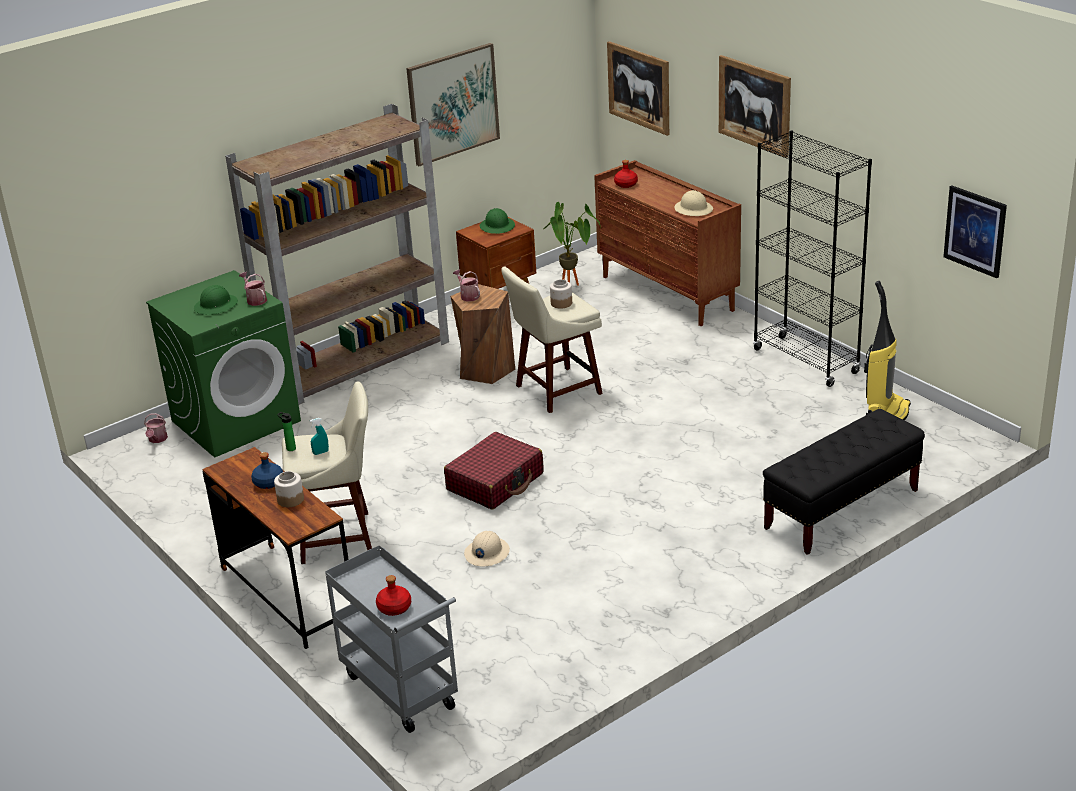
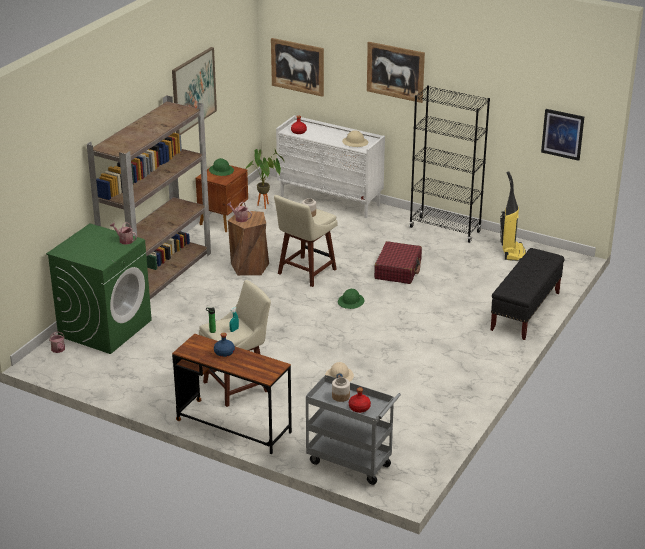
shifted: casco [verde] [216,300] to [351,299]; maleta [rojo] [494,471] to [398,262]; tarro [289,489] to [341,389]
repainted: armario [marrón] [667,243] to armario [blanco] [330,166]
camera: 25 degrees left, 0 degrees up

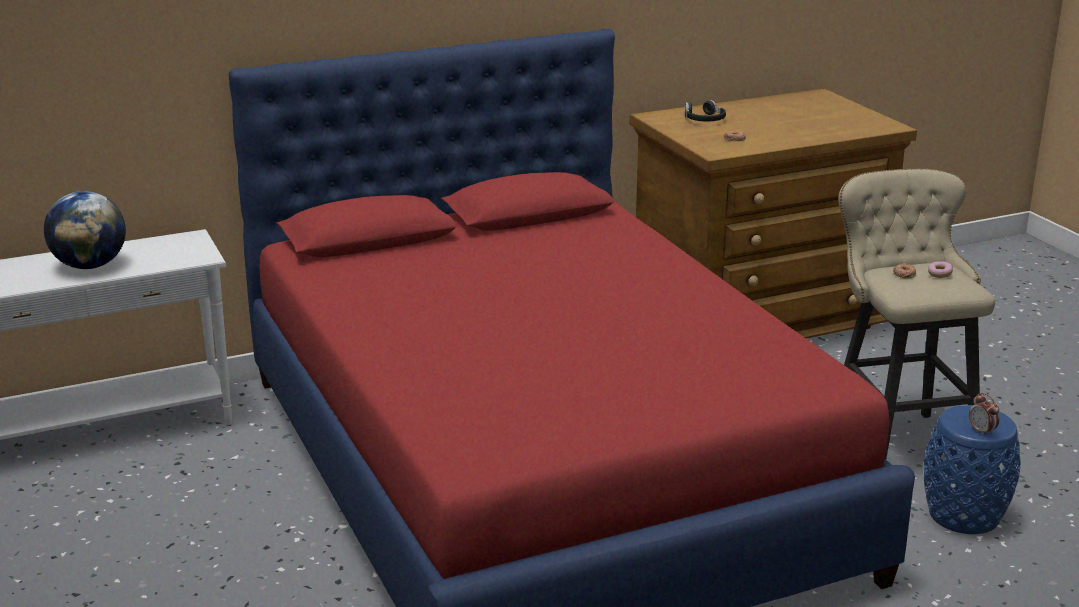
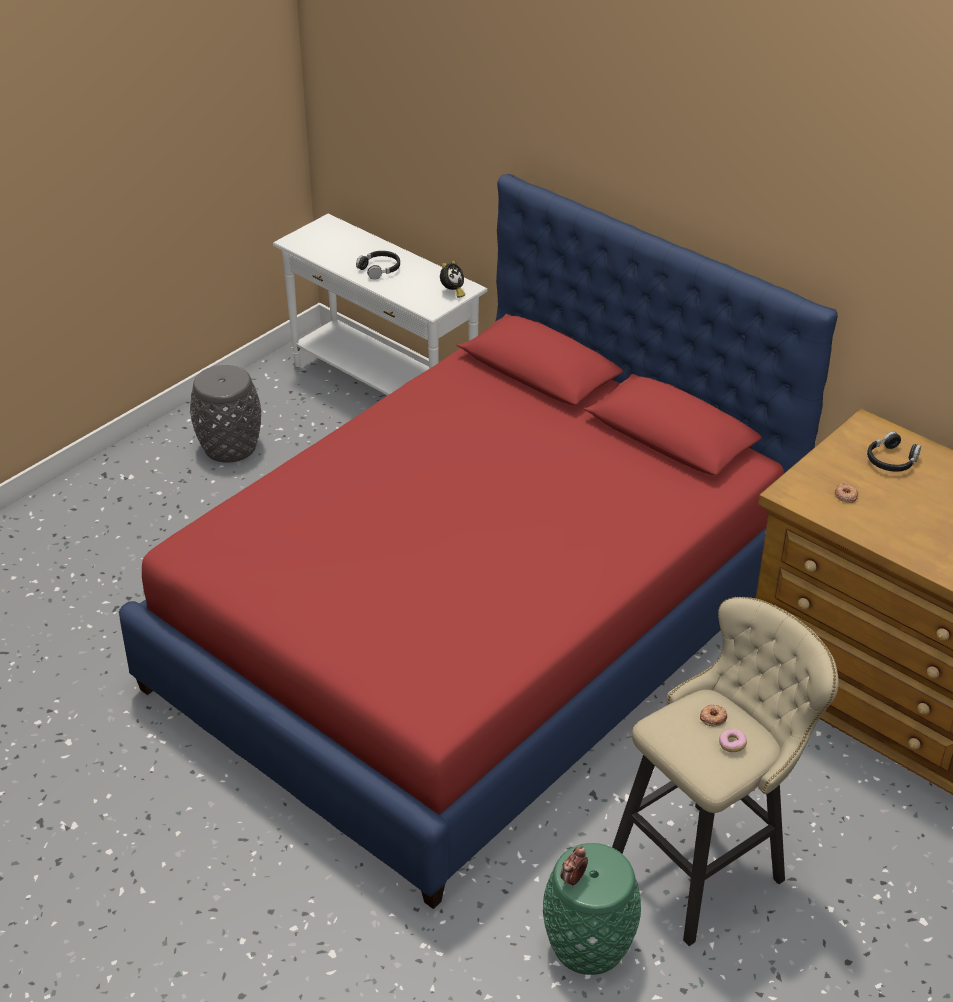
new: despertador [453,279]; taburete [gris] [225,414]
swapped: globo terráqueo [85,230] to auriculares [negro] [378,265]
repainted: taburete [azul] [972,469] to taburete [verde] [592,909]
camera: 65 degrees right, 15 degrees up

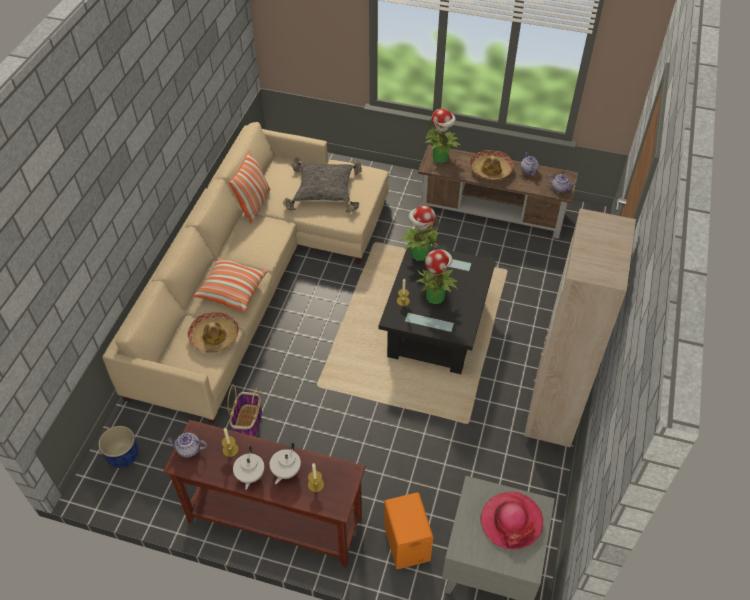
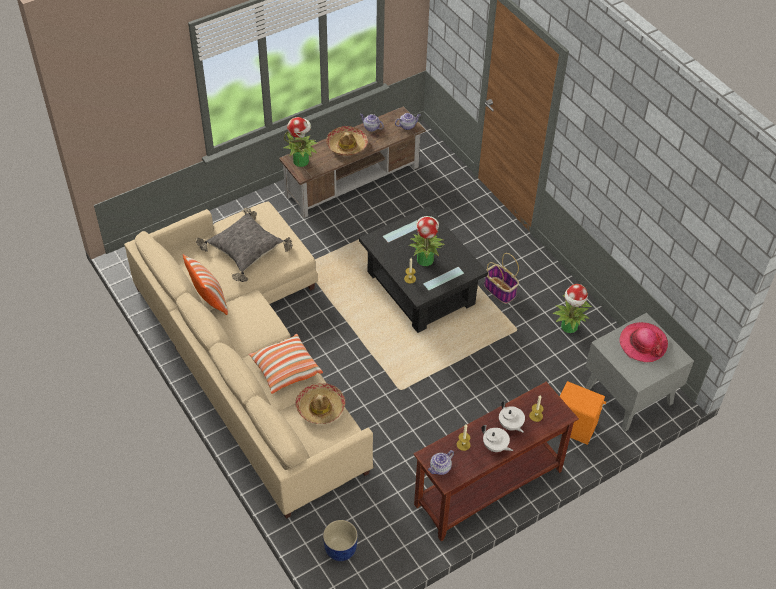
gone: armario [beis] [580,327]
shifted: planta en maceta [420,233] to [572,308]; cesta [244,411] to [501,278]
camera: 50 degrees left, 0 degrees up

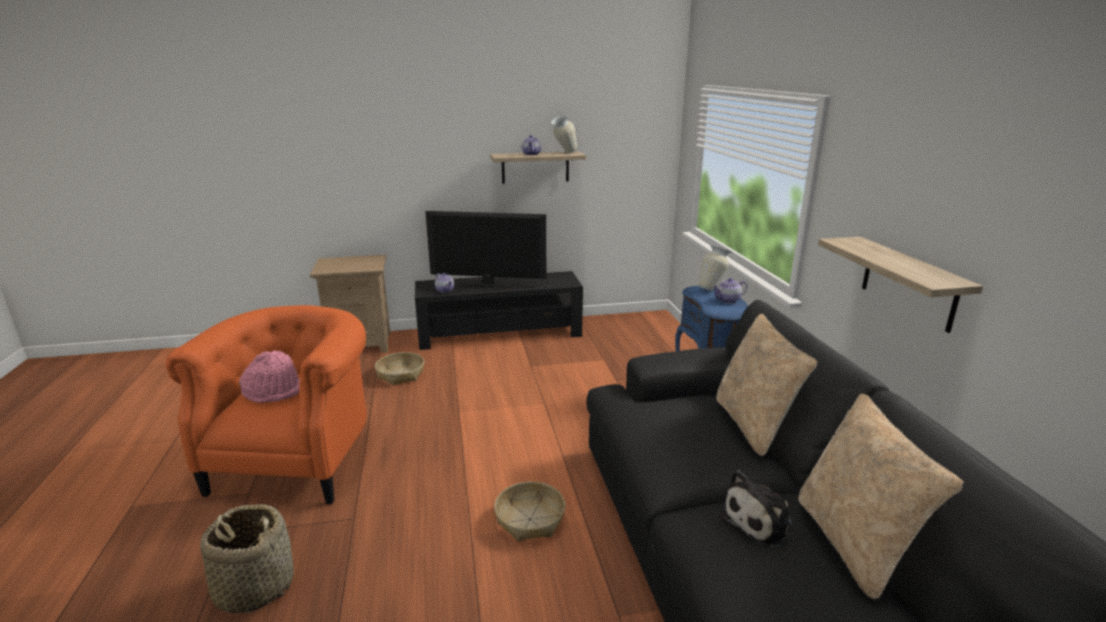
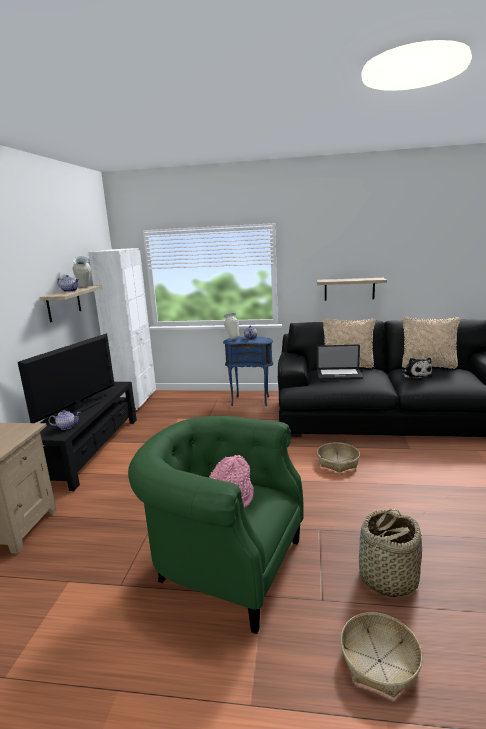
new: armario [blanco] [122,329]; portátil [340,362]
shifted: cesta [399,368] to [382,654]
repainted: sillón [naranja] [266,404] to sillón [verde] [216,525]
camera: 70 degrees left, 5 degrees down

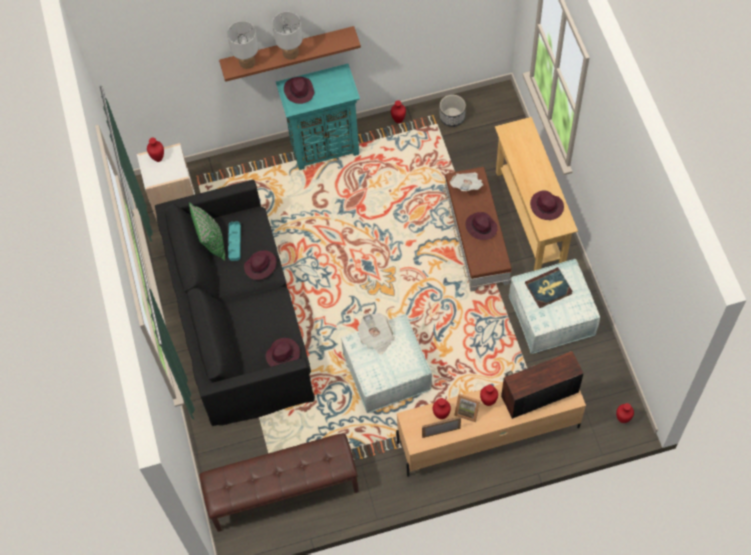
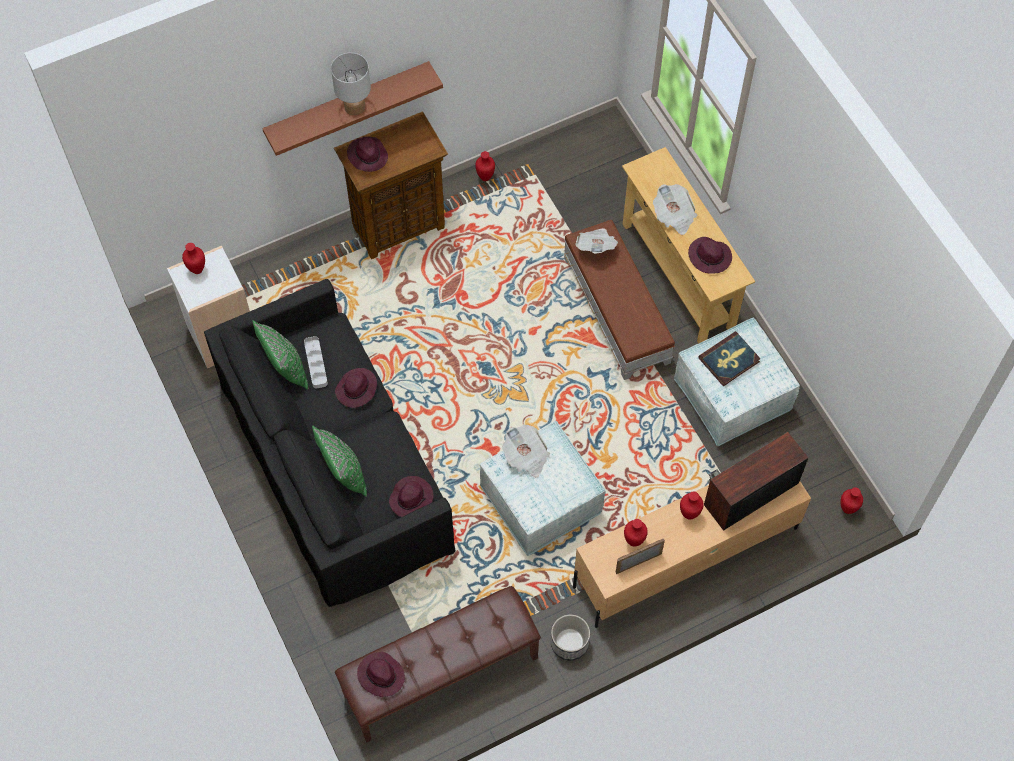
gone: lámpara de mesa [gris] [242,45]; portarretratos [467,408]
new: periódico [675,209]; cojín [verde] [339,461]
shifted: maceta [452,111] to [570,637]; sombrero [morado] [481,226] to [381,674]
repainted: armario [turquesa] [318,117] to armario [marrón] [391,185]; bandeja [turquesa] [234,241] to bandeja [gris] [316,362]
camera: 15 degrees left, 0 degrees up

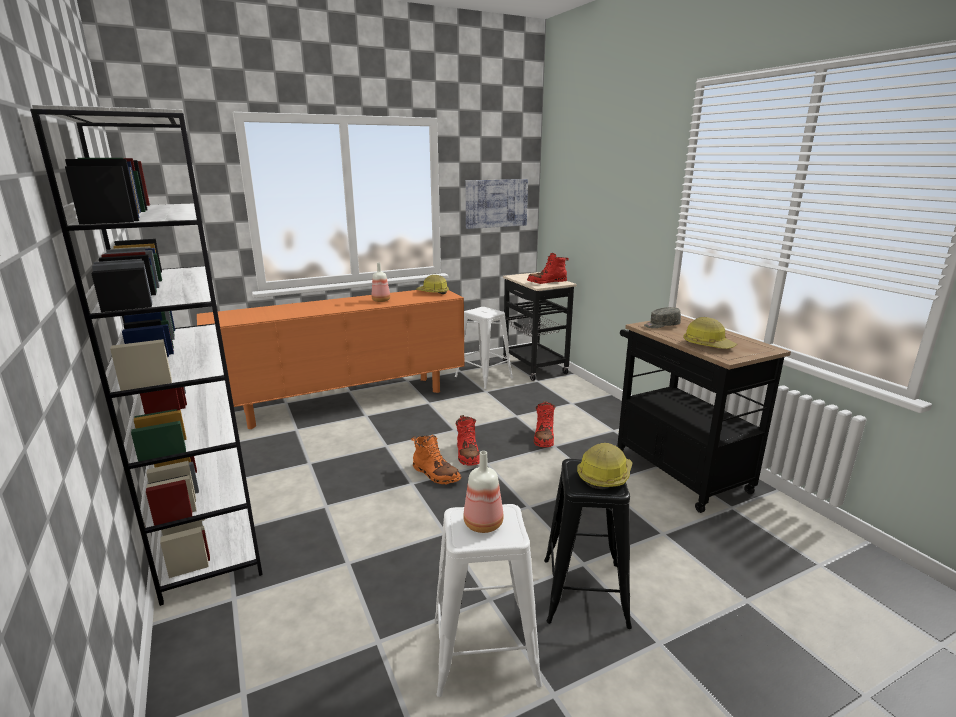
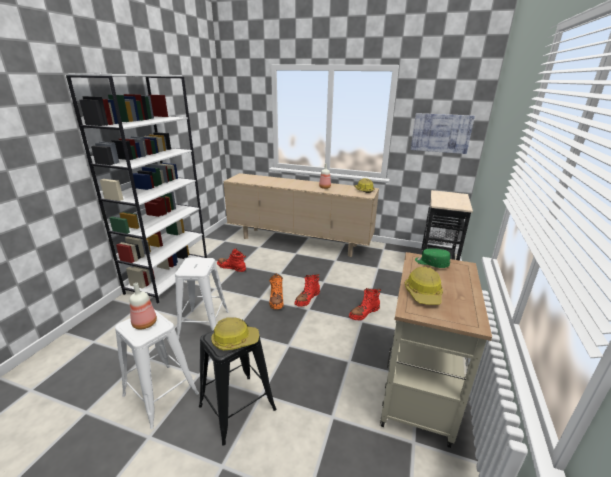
shifted: bota [rojo] [548,268] to [231,260]; taburete [blanco] [484,348] to [202,298]
repainted: armario [naranja] [330,359] to armario [beis] [301,215]; gorra [gris] [662,317] to gorra [verde] [432,258]; carrito [negro] [704,414] to carrito [beis] [436,350]
camera: 45 degrees right, 5 degrees up

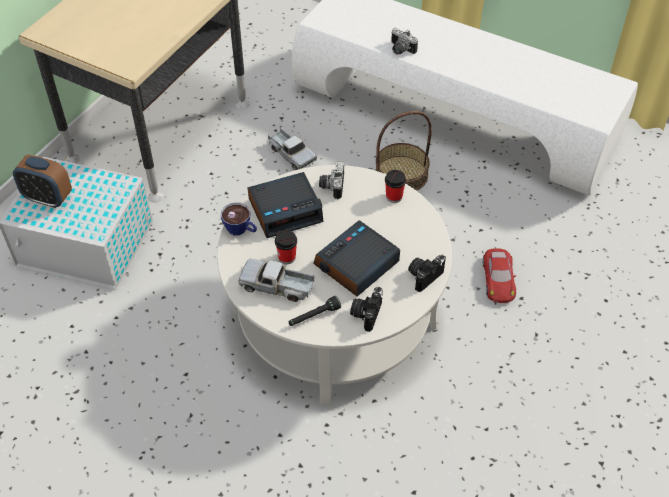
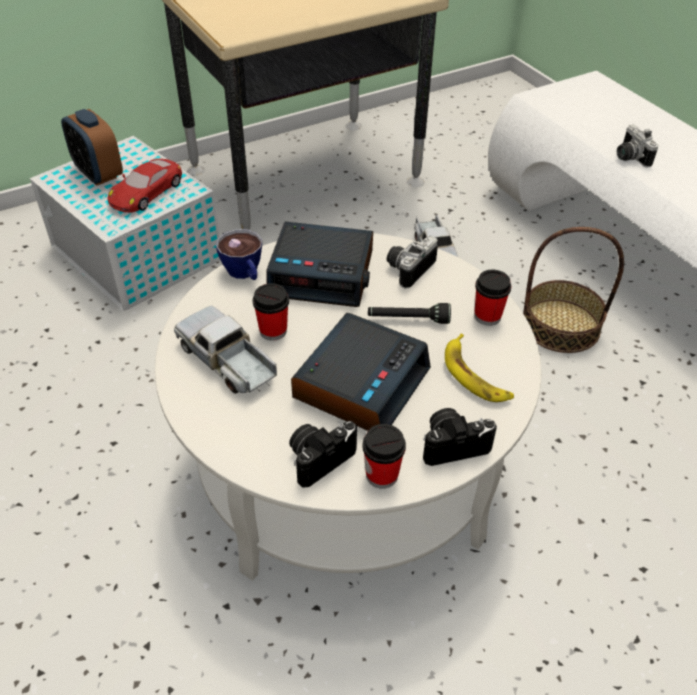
new: plátano [479,368]; taza [384,456]
shifted: coche de juguete [rojo] [499,276] to [144,185]; linterna [negro] [314,311] to [409,313]
rotated: despertador [356,258] = [361,372] 135 degrees clockwise
camera: 30 degrees right, 5 degrees down

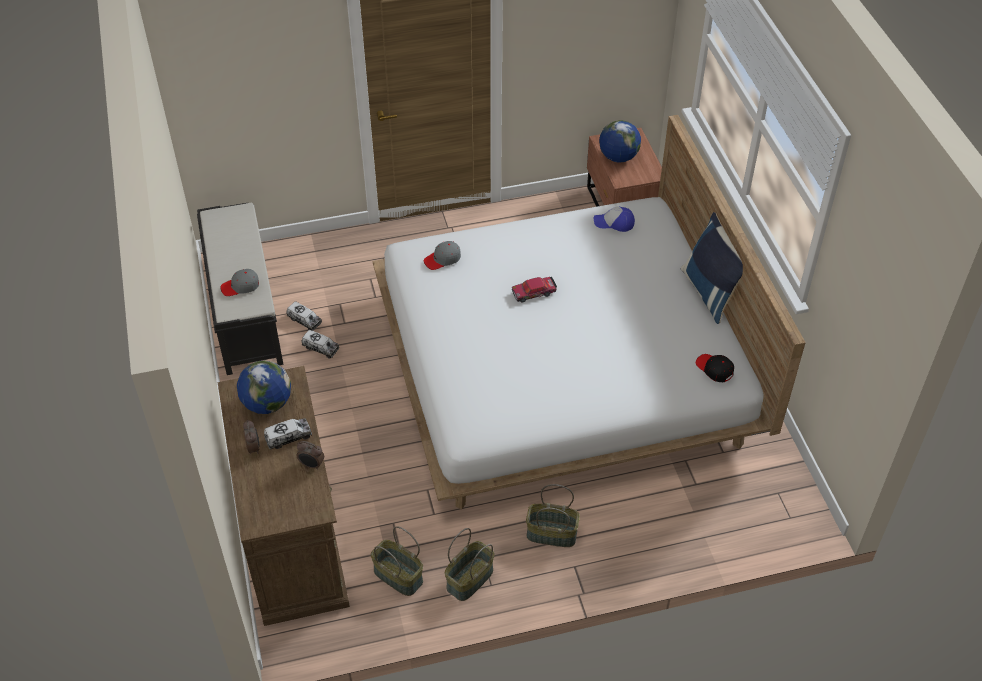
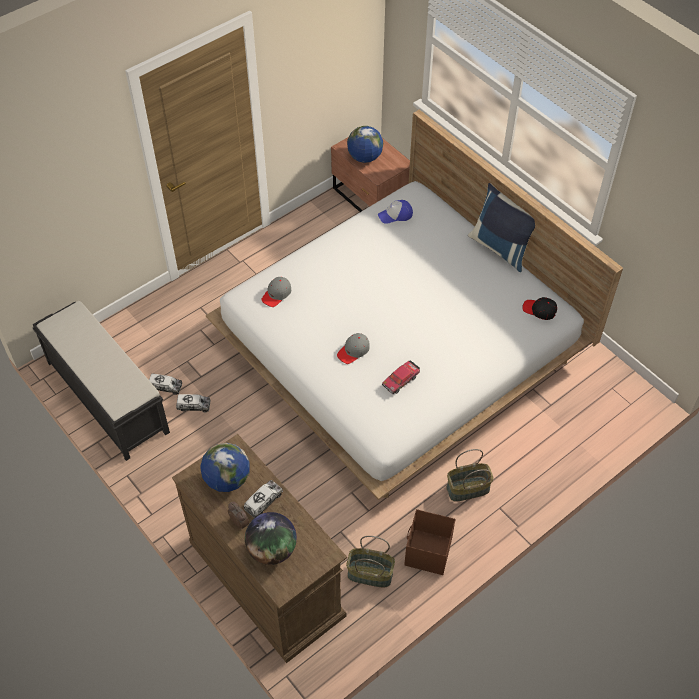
gone: despertador [310,455]
new: globo terráqueo [271,538]
shifted: gorra [gris] [240,282] to [353,348]; coche de juguete [534,290] to [401,377]
swapped: cesta [470,564] to caja de almacenaje [marrón] [429,542]
camera: 25 degrees left, 5 degrees up

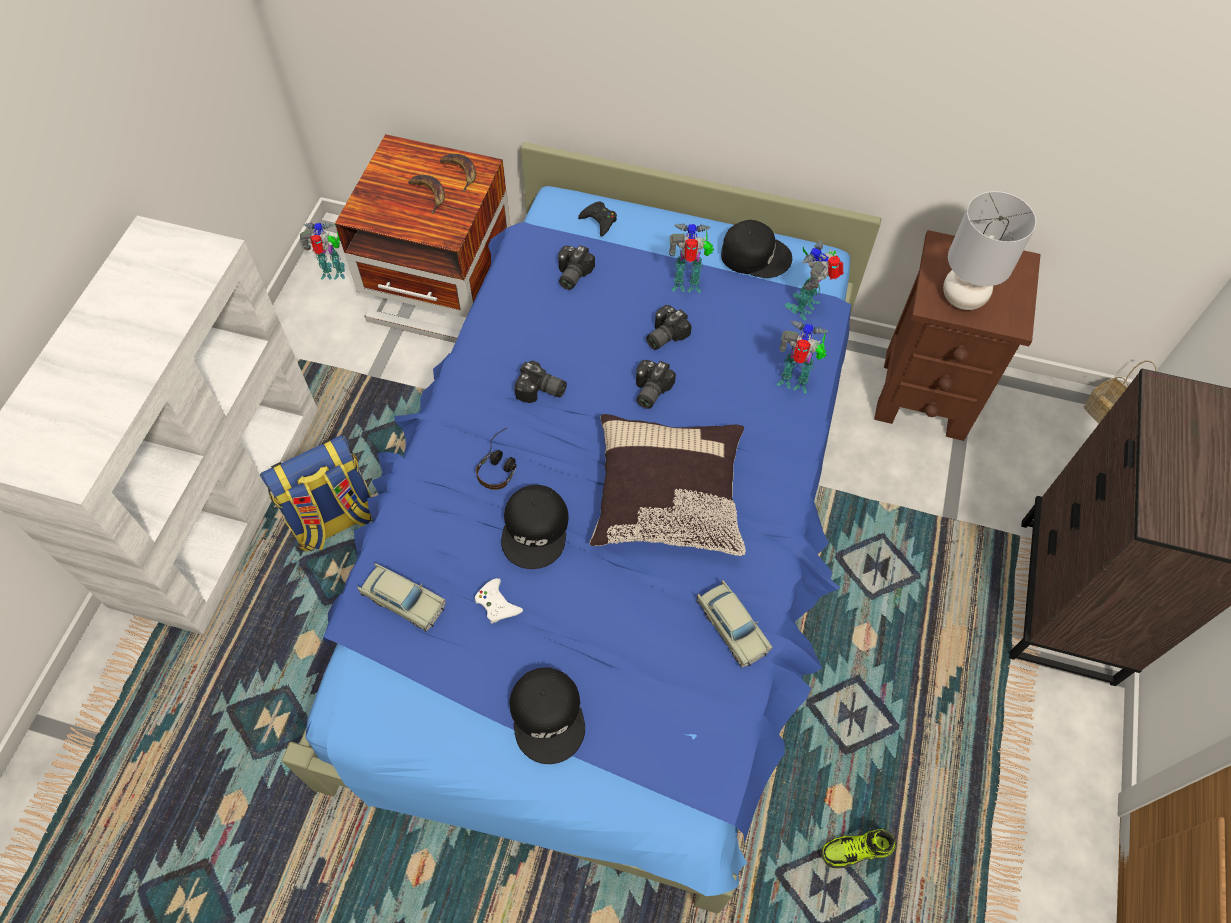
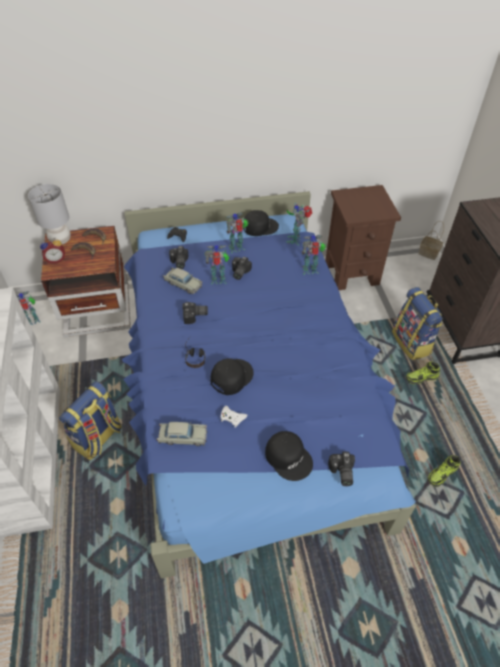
gone: cojín [667,485]
new: despertador [52,250]; robot de juguete [217,265]; mochila [417,323]; zapato [423,373]
shifted: lámpara de mesa [gris] [989,250] to [49,214]; cámara [656,384] to [341,469]; coche de juguete [beis] [735,624] to [182,281]
rotated: gorra [negro] [535,527] = [232,376] 120 degrees counterclockwise
camera: 25 degrees left, 10 degrees down

